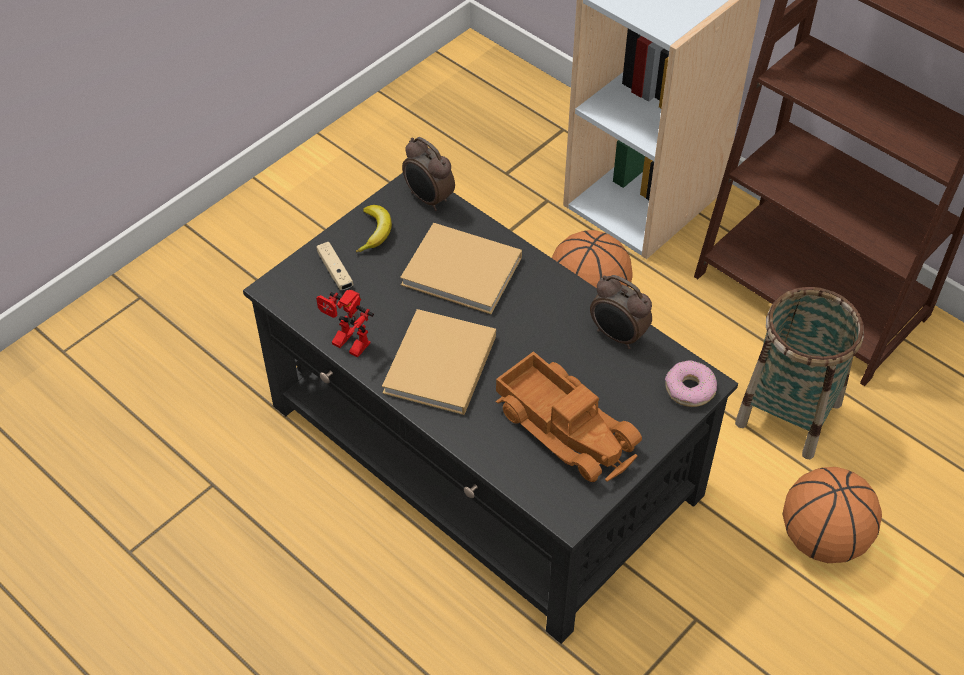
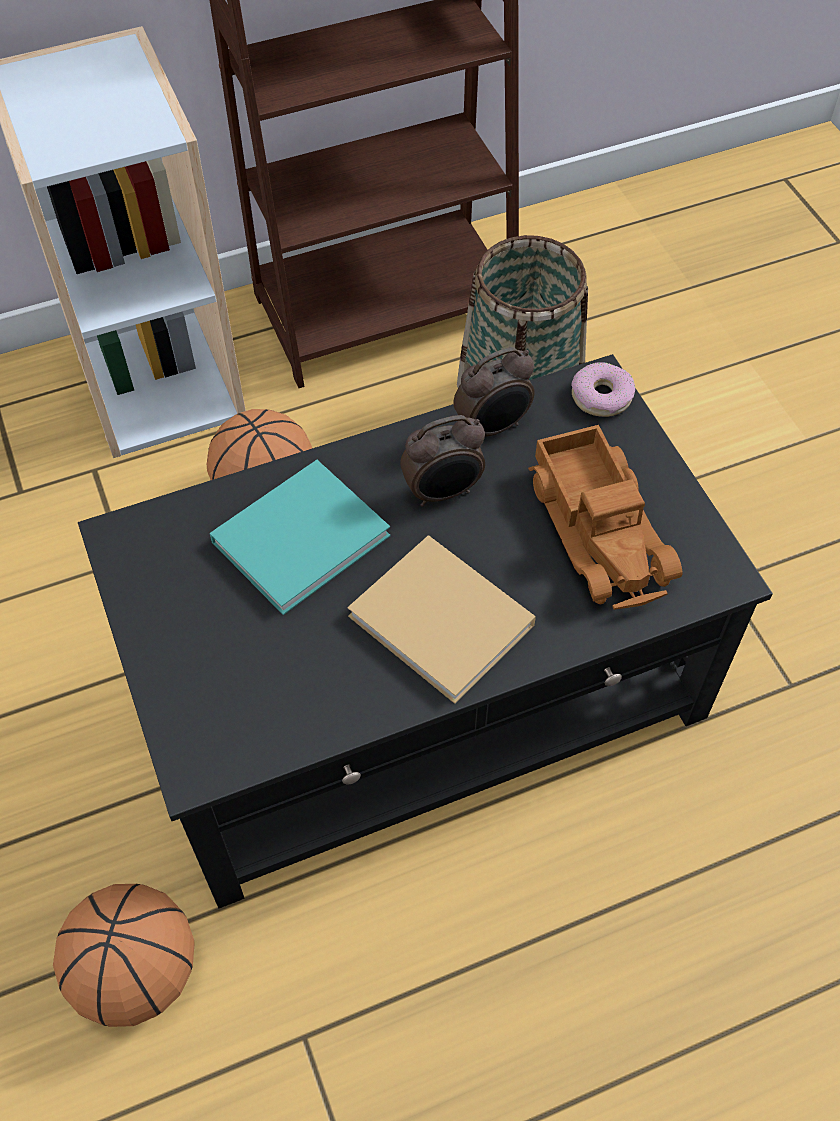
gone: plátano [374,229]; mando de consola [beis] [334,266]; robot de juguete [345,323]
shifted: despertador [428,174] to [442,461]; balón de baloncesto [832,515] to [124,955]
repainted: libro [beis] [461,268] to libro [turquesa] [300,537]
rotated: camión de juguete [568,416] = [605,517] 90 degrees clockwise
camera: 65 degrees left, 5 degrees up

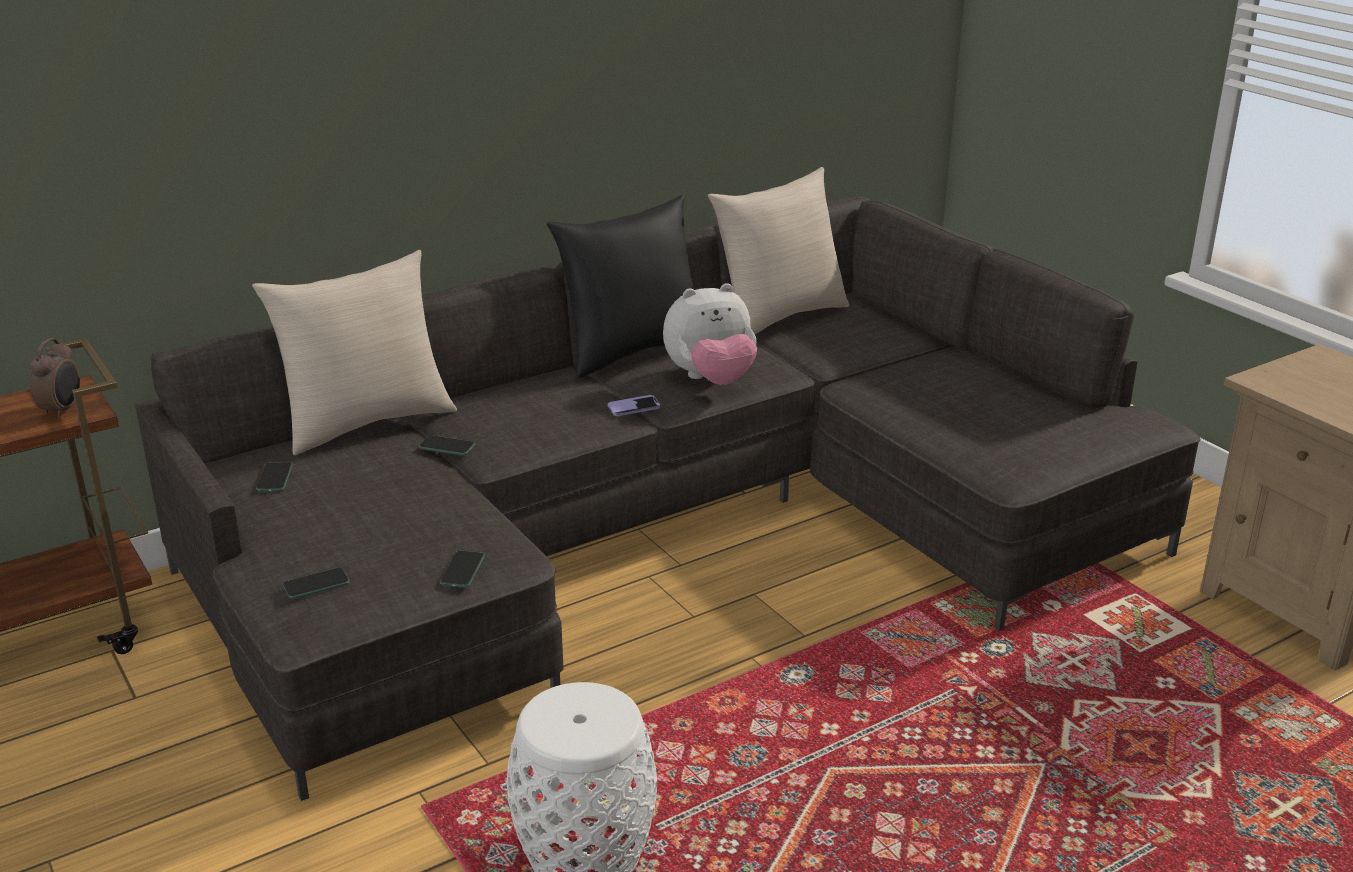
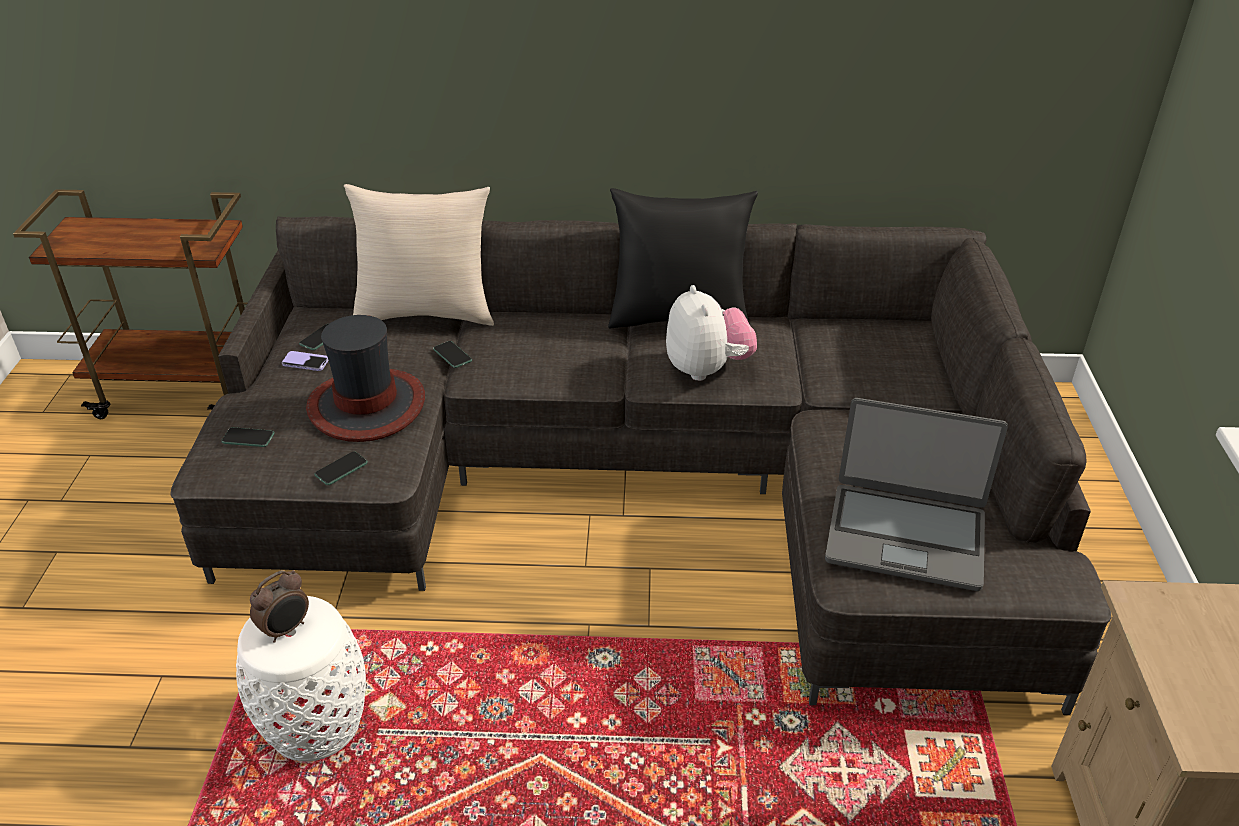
gone: cojín [beis] [778,250]
new: sombrero [365,378]; portátil [916,494]
shifted: despertador [55,378] to [279,606]; móvil [634,405] to [305,361]
rotated: peluche [710,334] = [711,333] 120 degrees counterclockwise
camera: 35 degrees right, 10 degrees up

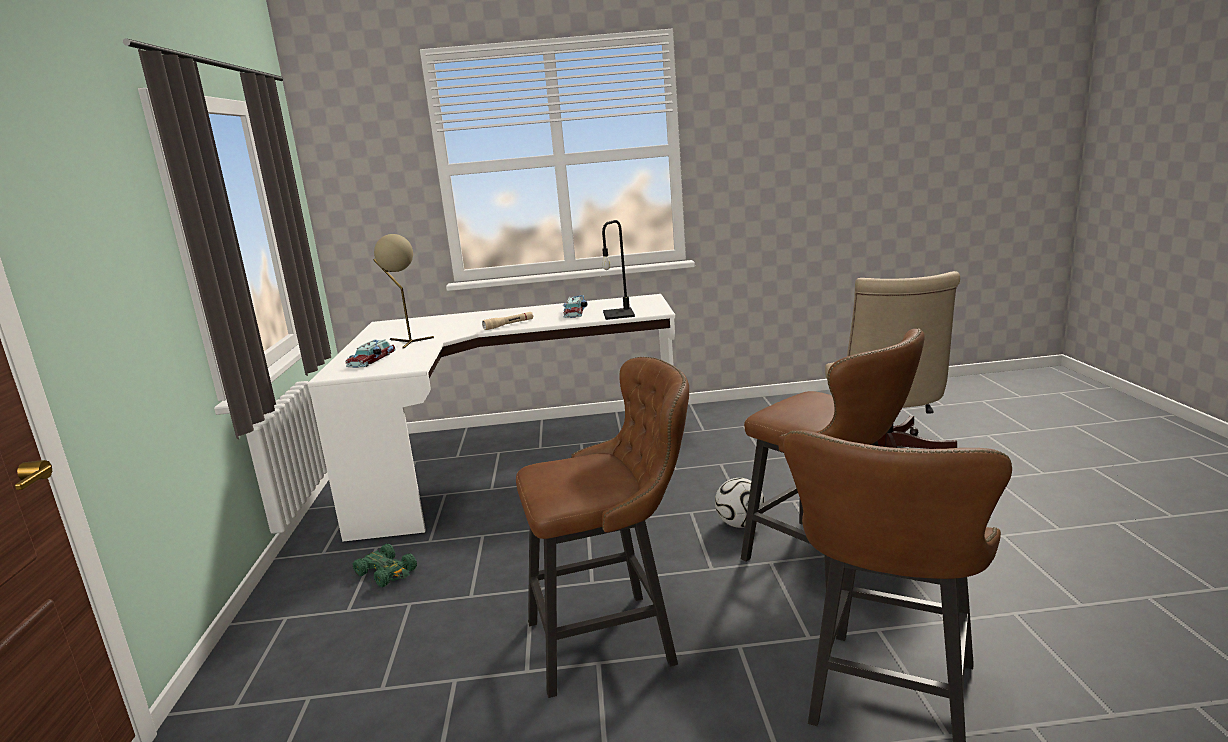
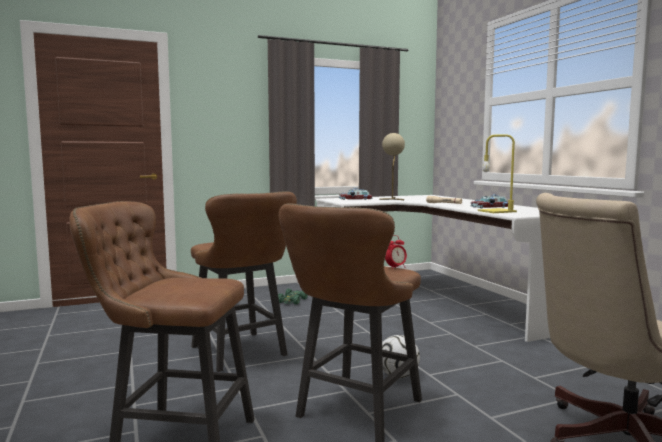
new: despertador [396,252]
repainted: lámpara de mesa [negro] [618,270] to lámpara de mesa [amarillo] [497,173]
camera: 70 degrees right, 10 degrees down

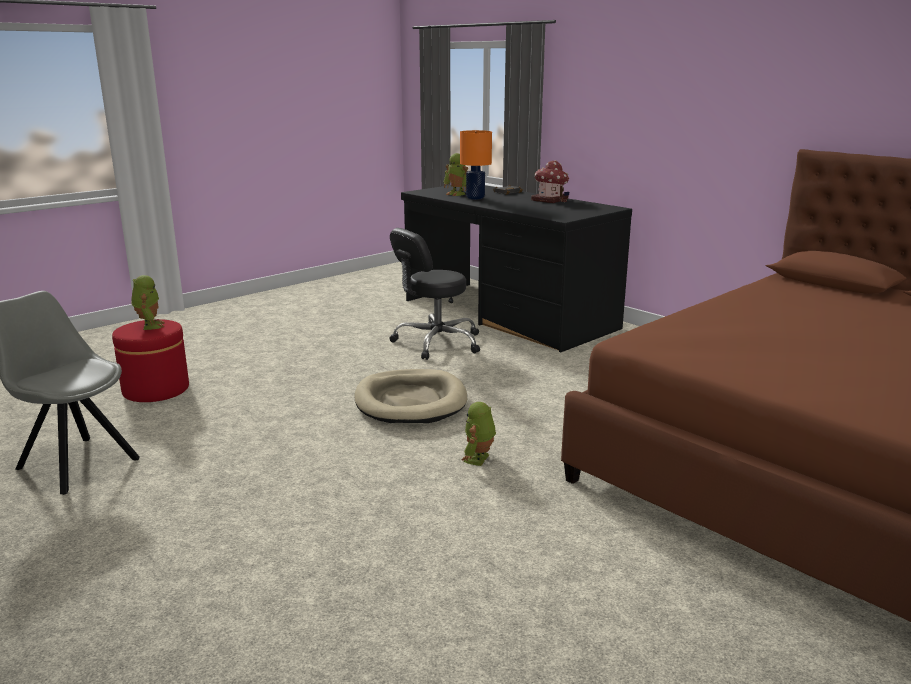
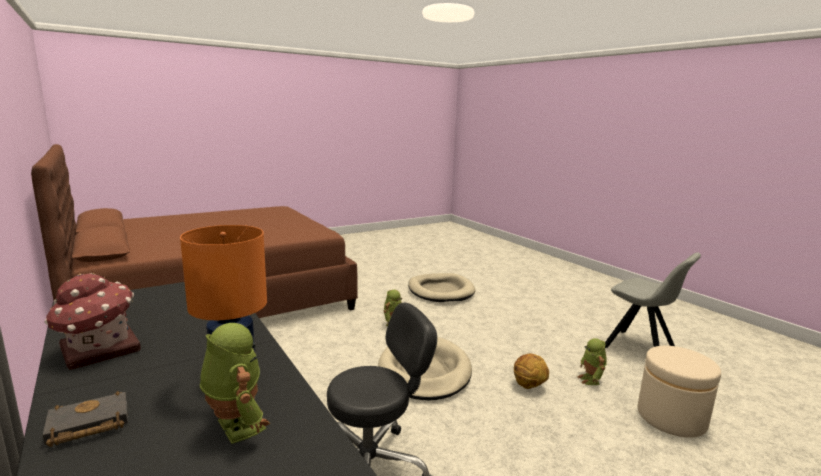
new: cama para perro [beis] [441,287]; balón de baloncesto [531,371]
shifted: robot de juguete [148,302] to [592,361]
repainted: puf [rojo] [150,360] to puf [beis] [679,392]
camera: 170 degrees left, 5 degrees down

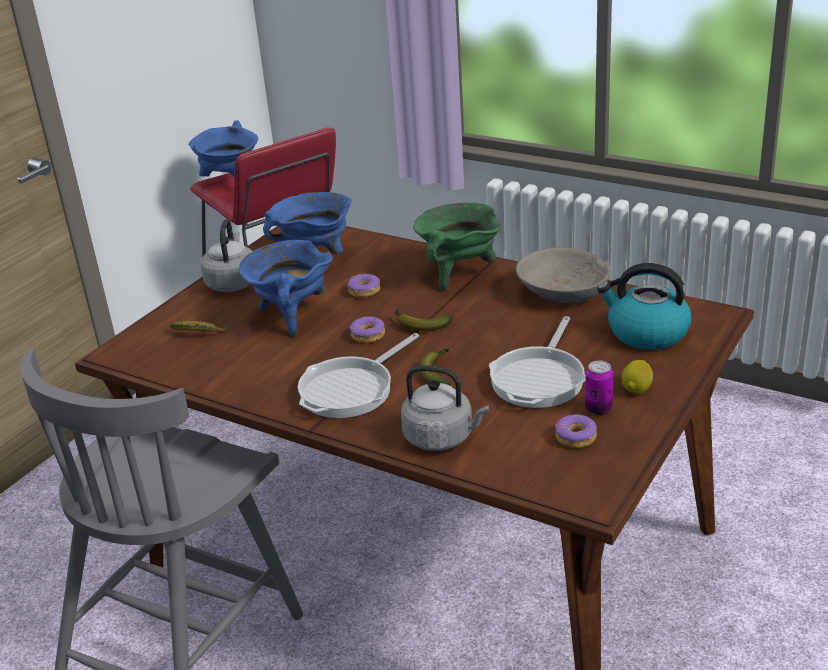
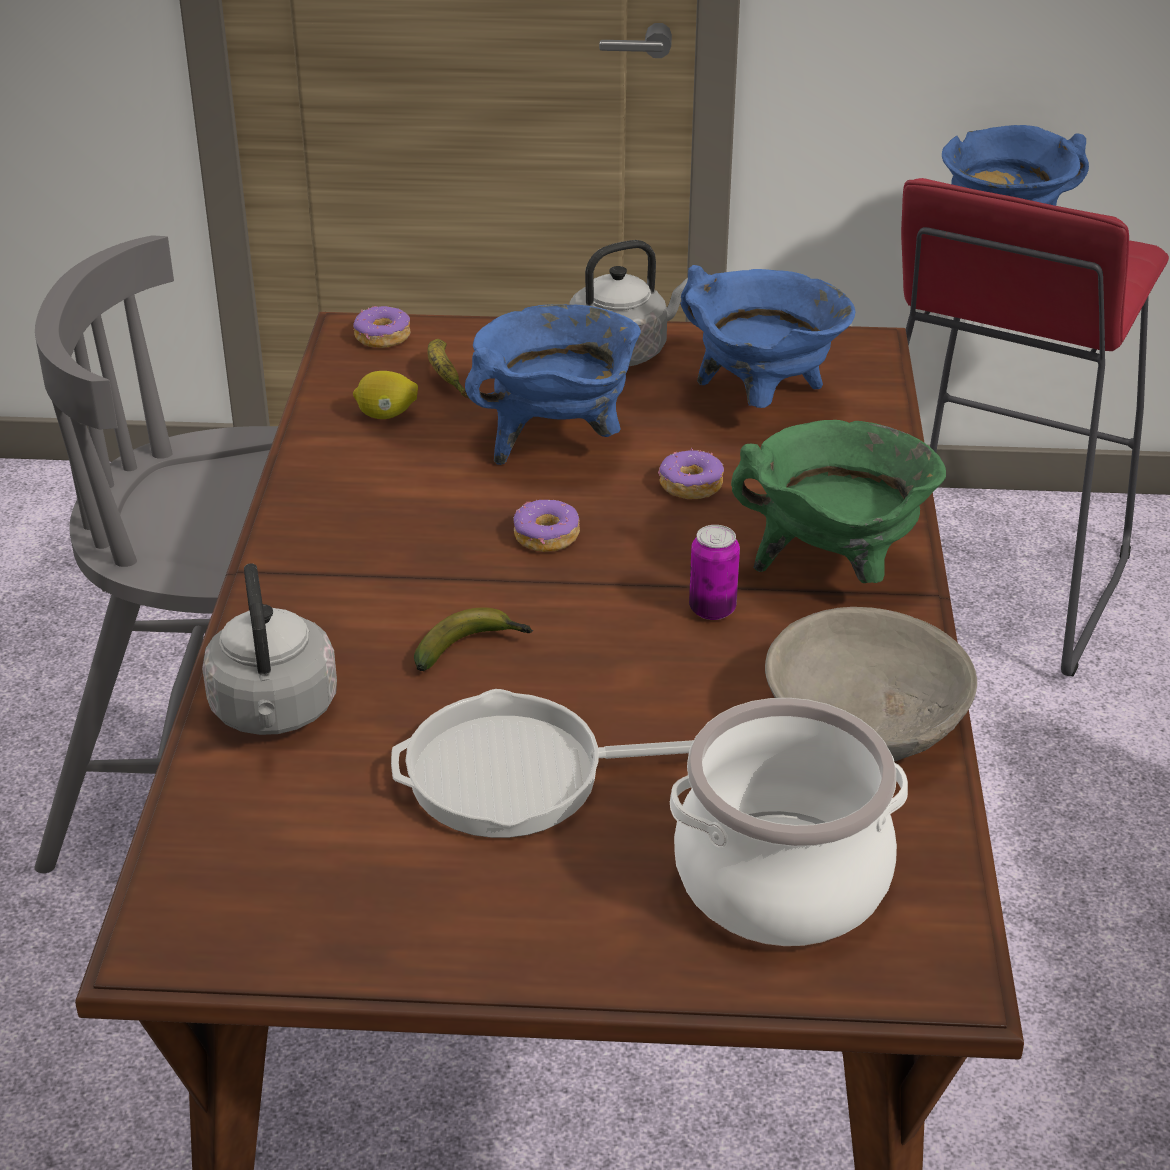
gone: plátano [424,320]; sartén [358,375]
shifted: limón [637,377] to [385,395]; lata [599,388] to [714,572]; rosquilla [576,431] to [382,327]
swapped: hervidor [644,306] to olla [789,822]
camera: 60 degrees right, 5 degrees up

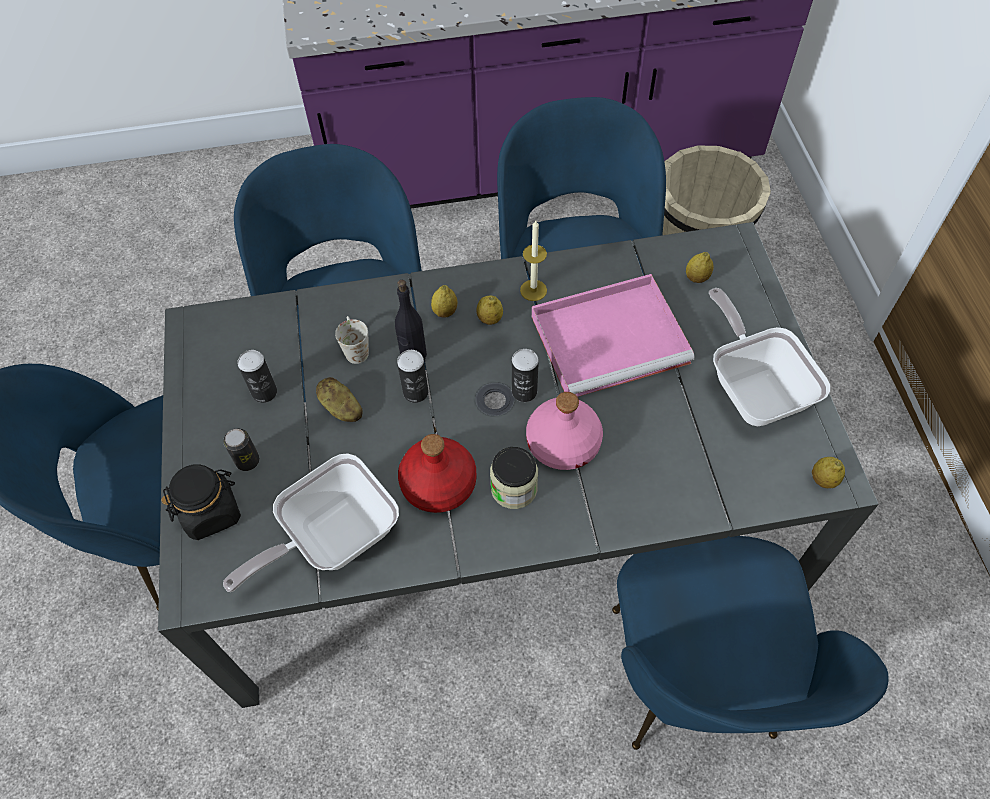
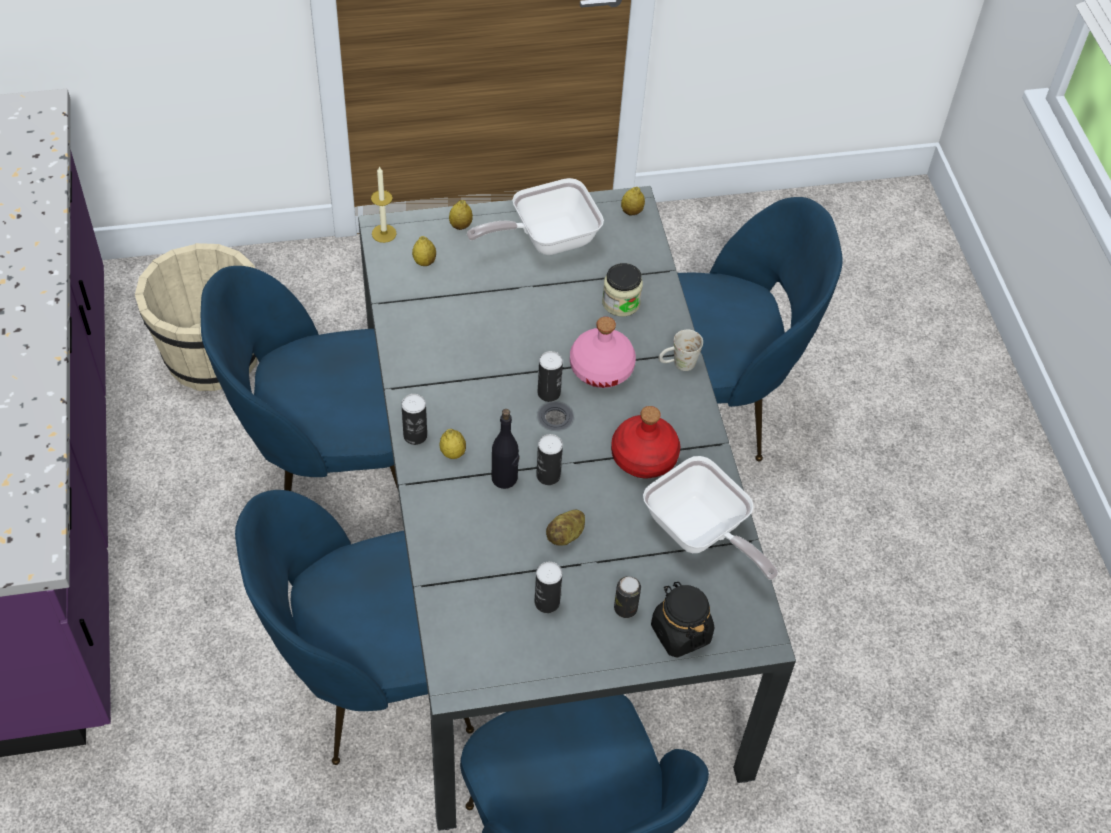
gone: bandeja [rosa] [613,335]
new: lata [414,419]
shifted: vela [533,260] to [384,204]; limón [489,310] to [461,215]; taza grande [blanco] [352,340] to [680,350]; tarro [514,478] to [622,290]
camera: 95 degrees left, 5 degrees down

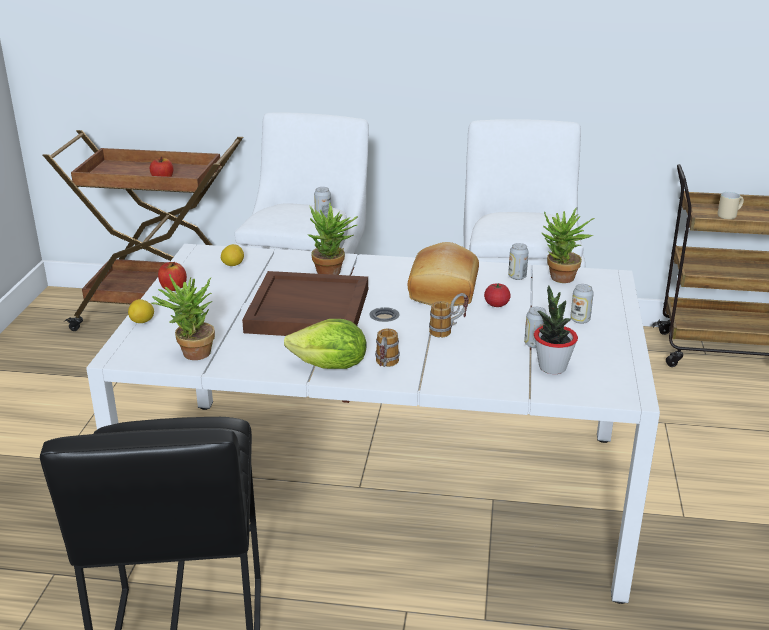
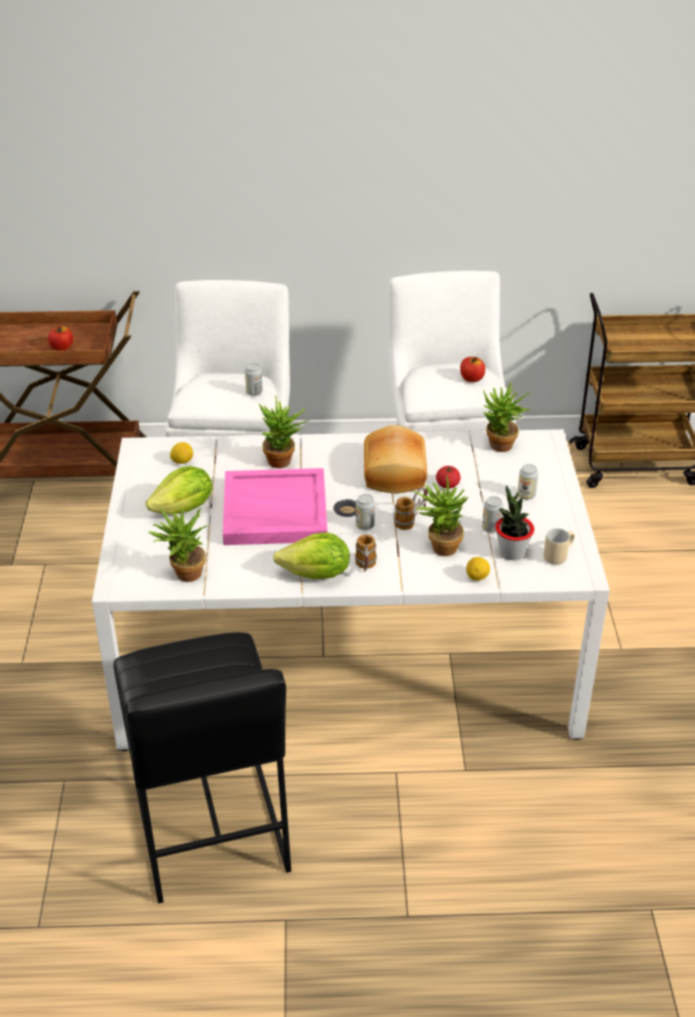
new: lechuga [178,490]; planta en maceta [441,515]
shifted: taza grande [beis] [730,205] to [559,546]; lata [518,261] to [365,512]; manzana [172,276] to [472,369]; limón [141,311] to [478,569]
repainted: bandeja [marrón] [305,303] to bandeja [rosa] [275,506]
camera: 10 degrees left, 10 degrees up

